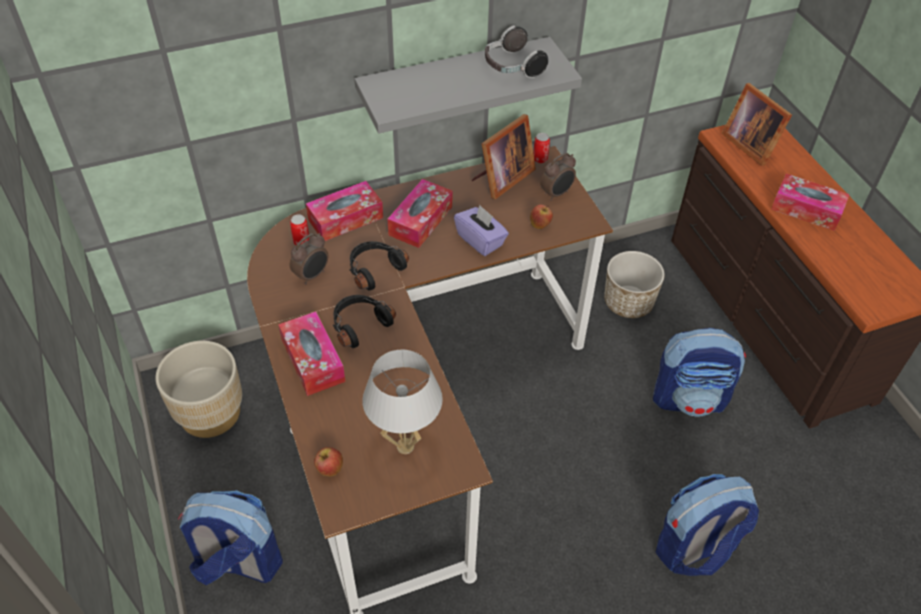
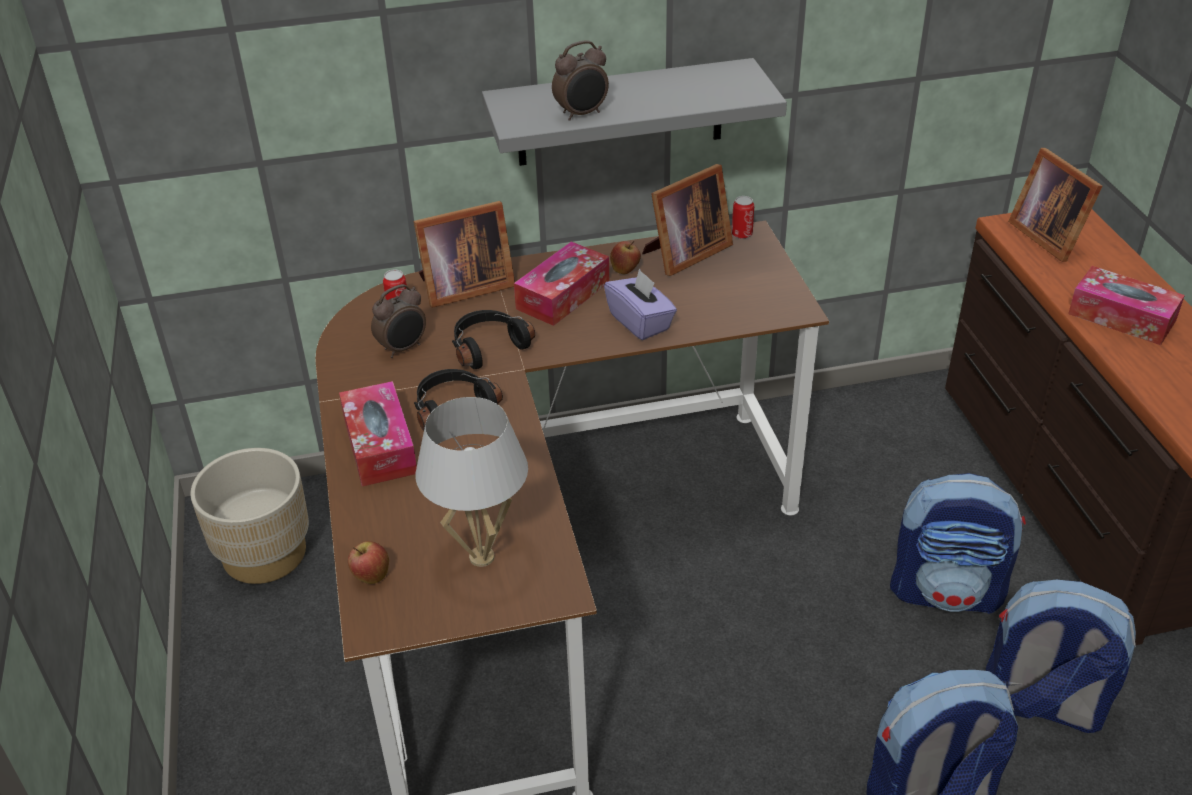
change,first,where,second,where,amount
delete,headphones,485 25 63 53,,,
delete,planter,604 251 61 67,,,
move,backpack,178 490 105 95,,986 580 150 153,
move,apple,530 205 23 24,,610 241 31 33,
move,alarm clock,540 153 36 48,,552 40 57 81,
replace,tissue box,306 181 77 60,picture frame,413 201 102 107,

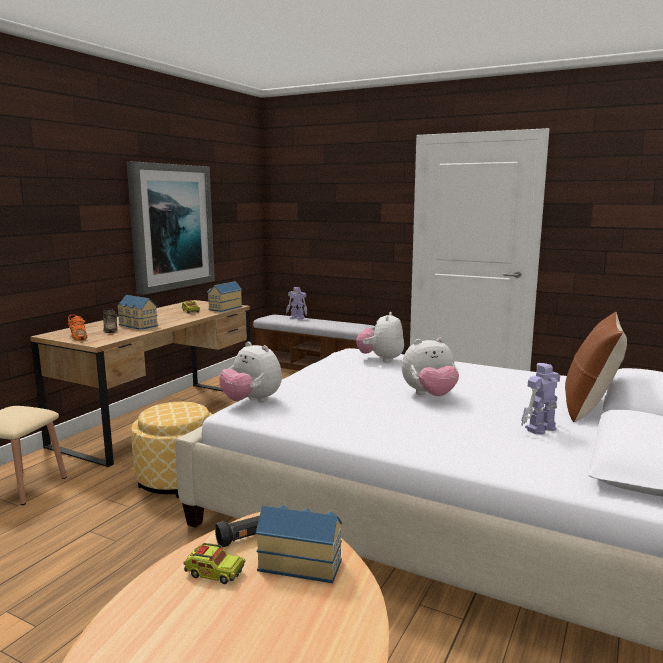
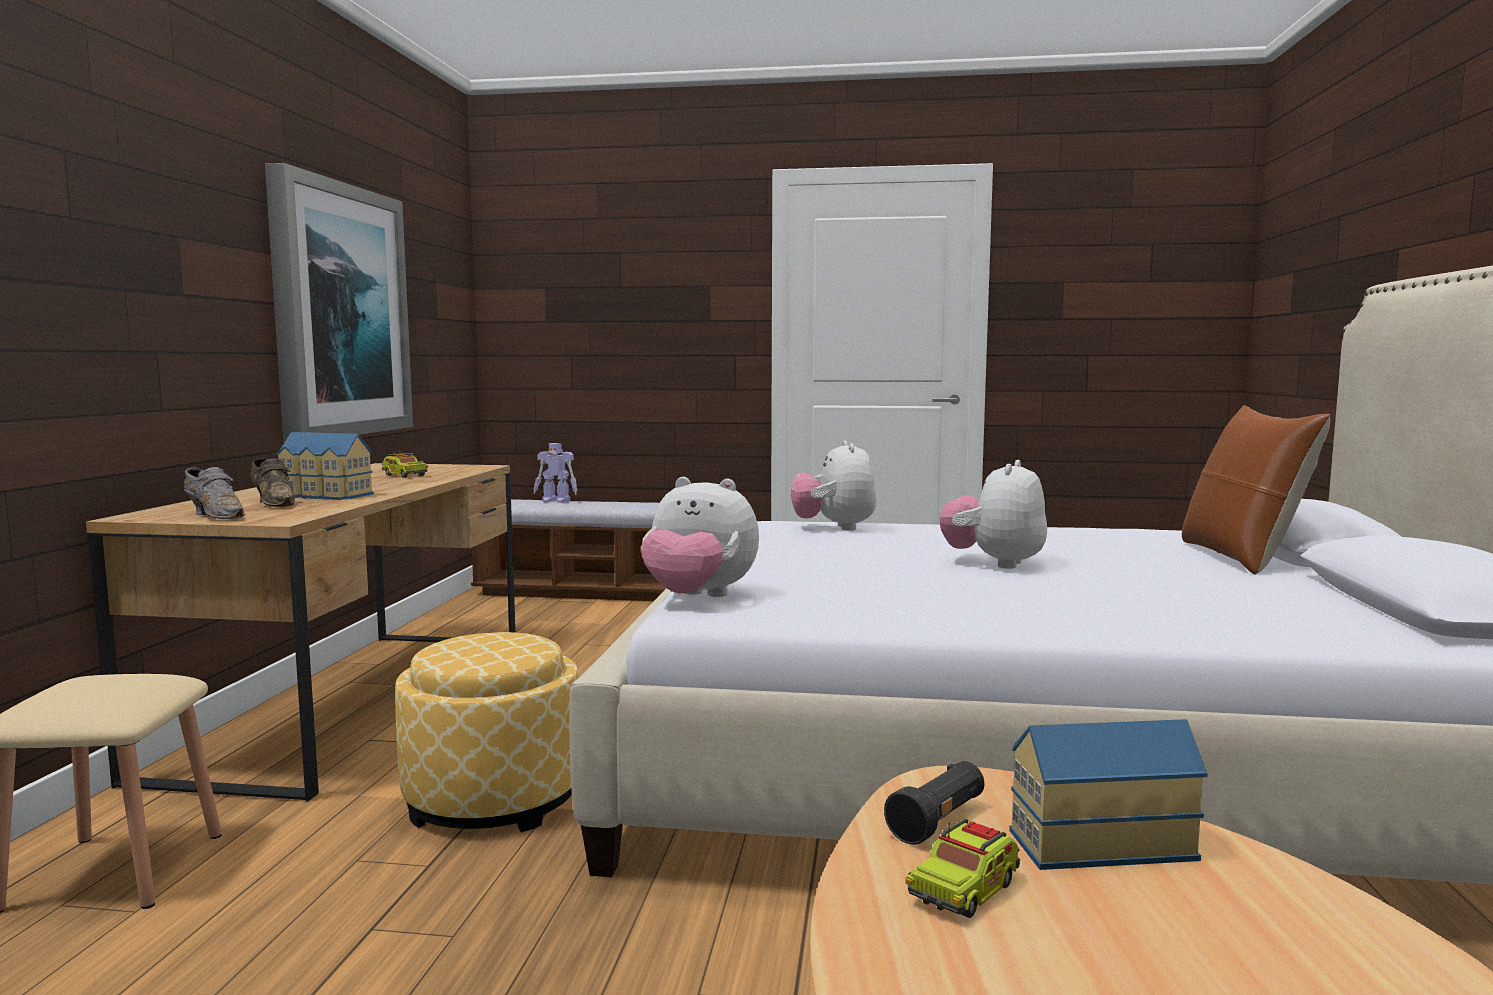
change,first,where,second,where,amount
delete,toy house,207 281 35 31,,,
delete,toy robot,521 363 39 72,,,
recolor,orange shoe,68 314 19 27,grey shoe,184 467 60 52,
rotate,toy truck,183 543 63 41,,905 818 115 100,135 degrees clockwise
rotate,plush toy,402 338 57 58,,940 460 107 109,150 degrees clockwise

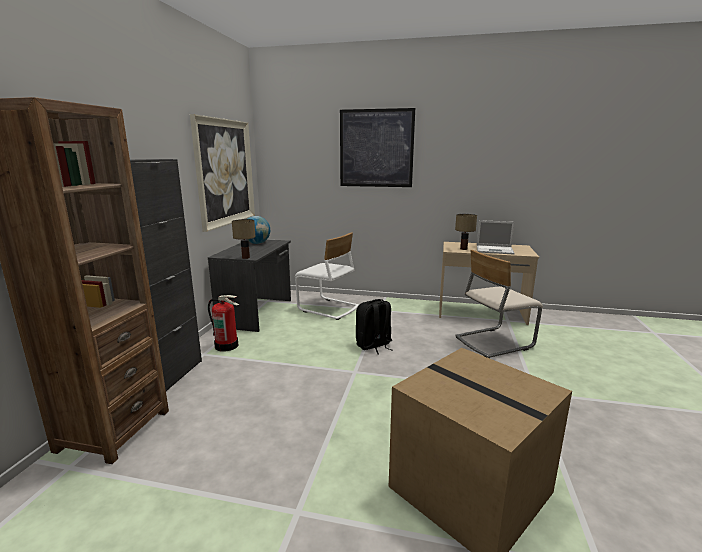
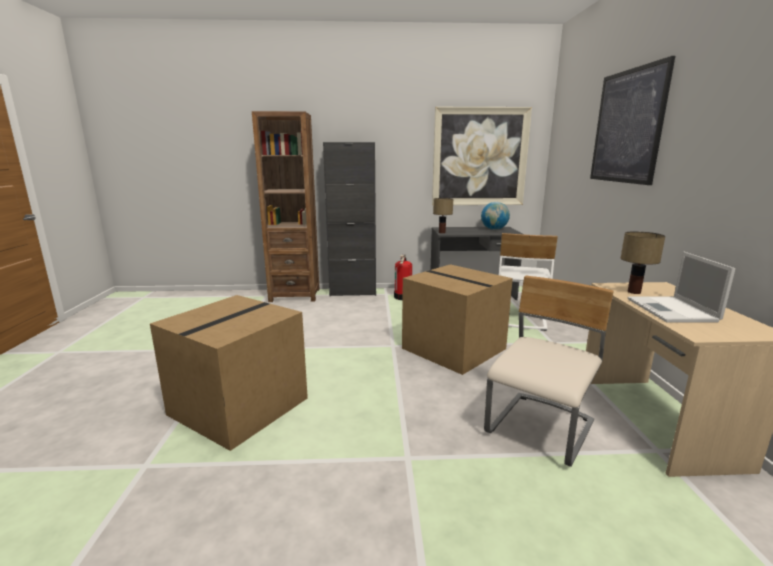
change,first,where,second,where,amount
replace,black backpack,356 299 36 55,cardboard box,402 264 111 111,
rotate,beige chair,455 250 88 108,,484 276 130 191,75 degrees clockwise

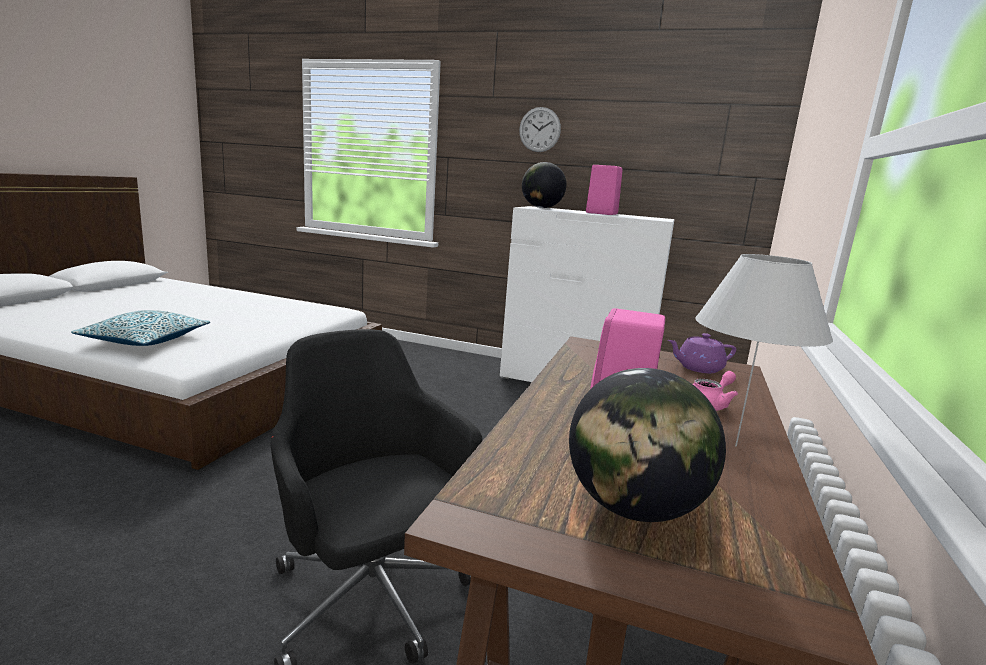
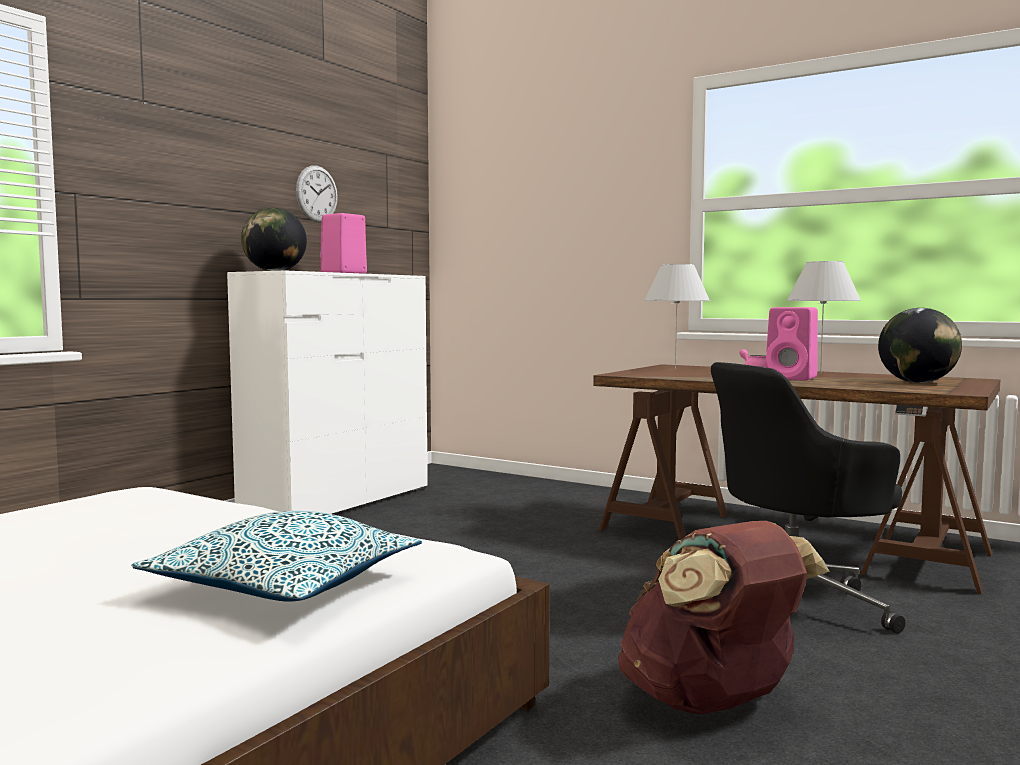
change,first,where,second,where,amount
insert,,,brown backpack,618 521 212 193,
move,wall clock,519 107 42 45,,296 166 42 56,
replace,purple teapot,668 333 68 40,white table lamp,644 264 66 105,

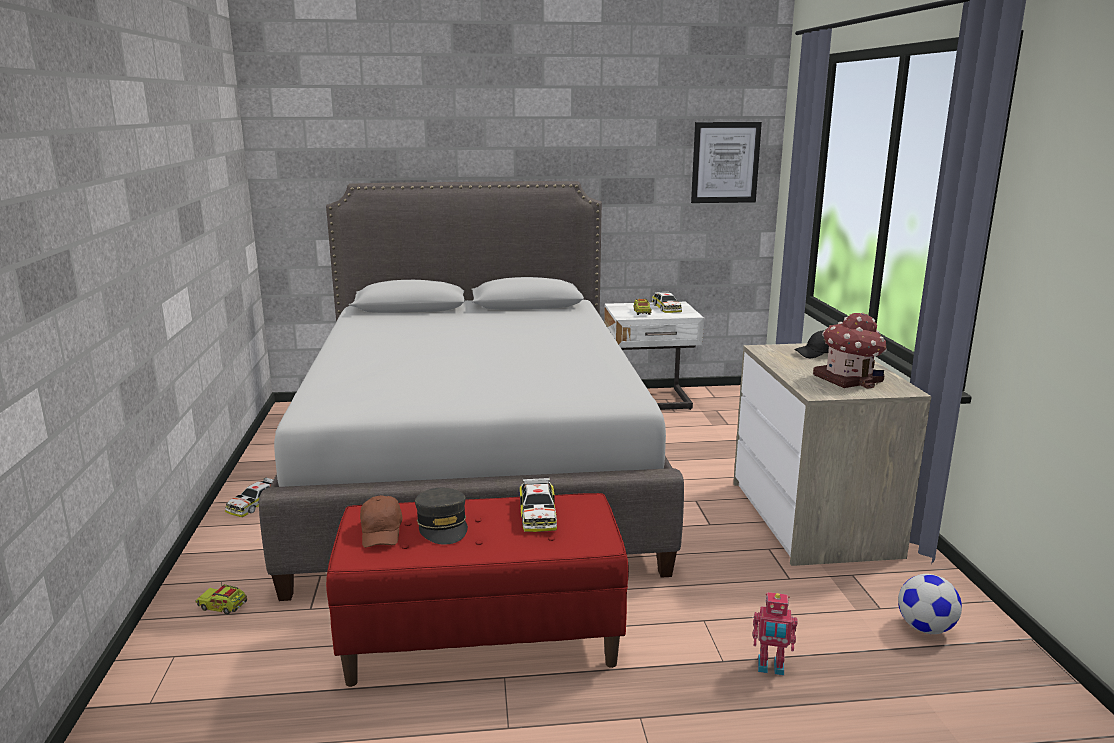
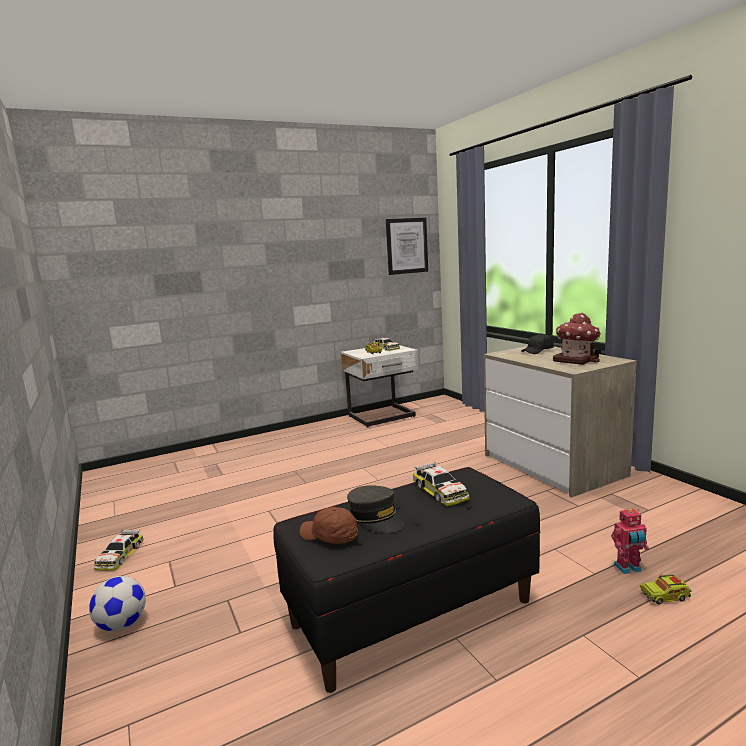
change,first,where,second,where,amount
delete,grey bed,259 181 425 420,,,
move,toy truck,195 583 52 32,,640 575 51 30,
move,football,898 574 64 60,,89 576 57 55,
recolor,red bench,326 493 303 194,black bench,273 467 267 226,
rotate,brown cap,360 495 42 53,,300 507 58 37,150 degrees clockwise

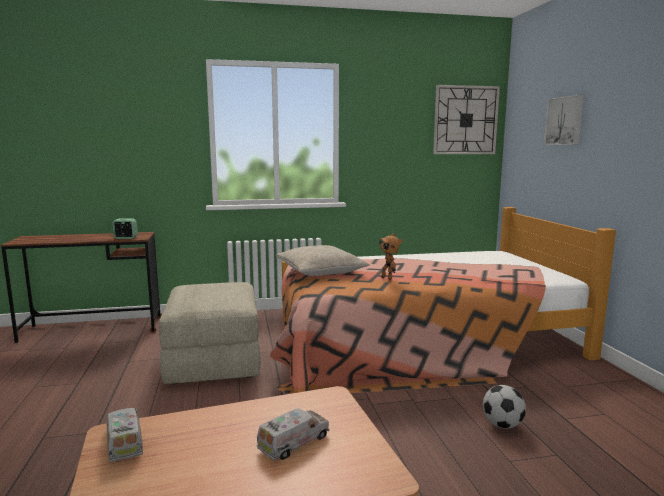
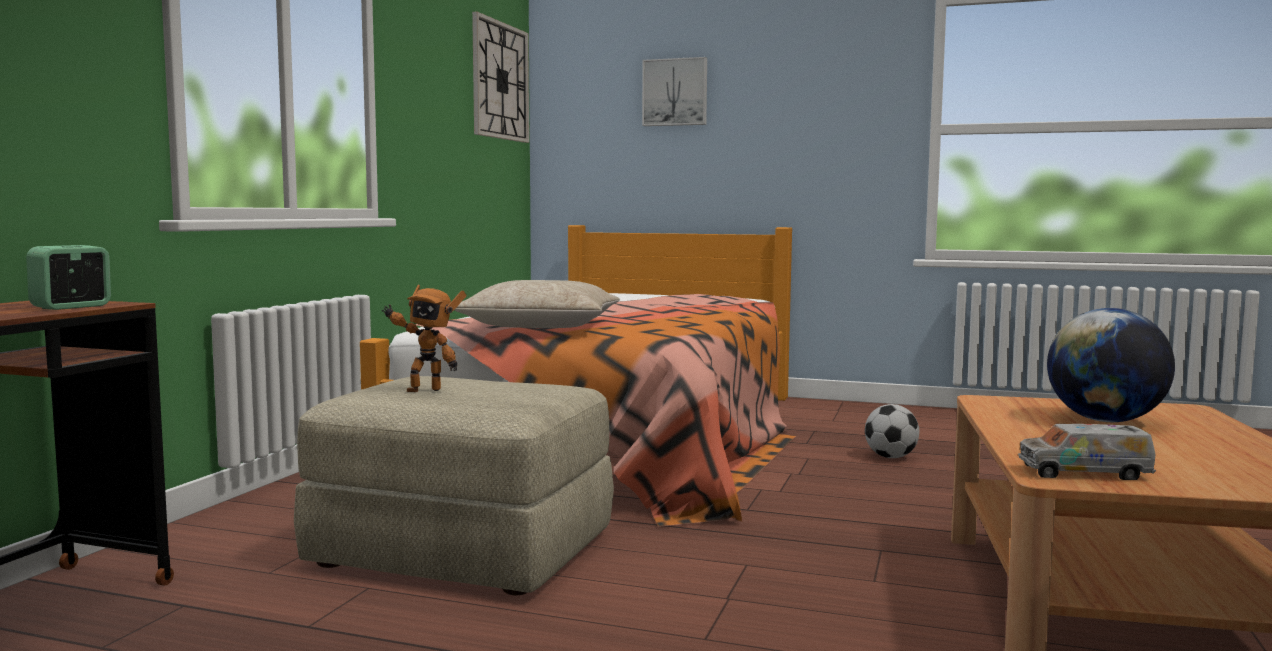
change,first,where,second,where,amount
move,toy robot,379 233 24 47,,382 285 84 107,
replace,toy truck,257 408 73 52,globe,1047 308 128 114,

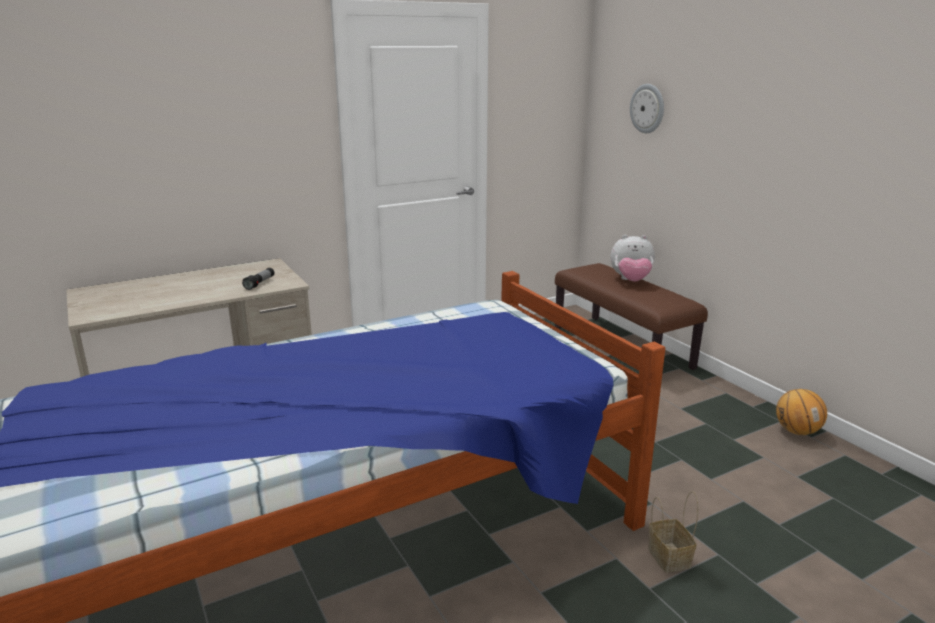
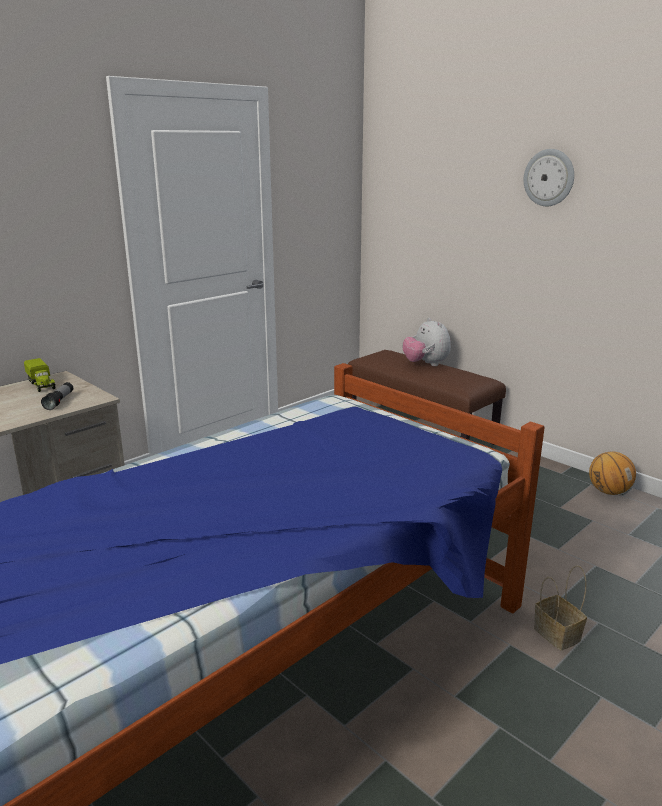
change,first,where,second,where,amount
insert,,,toy truck,24 358 31 34,
move,wall clock,630 84 34 49,,524 149 50 57,
rotate,plush toy,611 235 44 47,,403 318 48 48,75 degrees clockwise

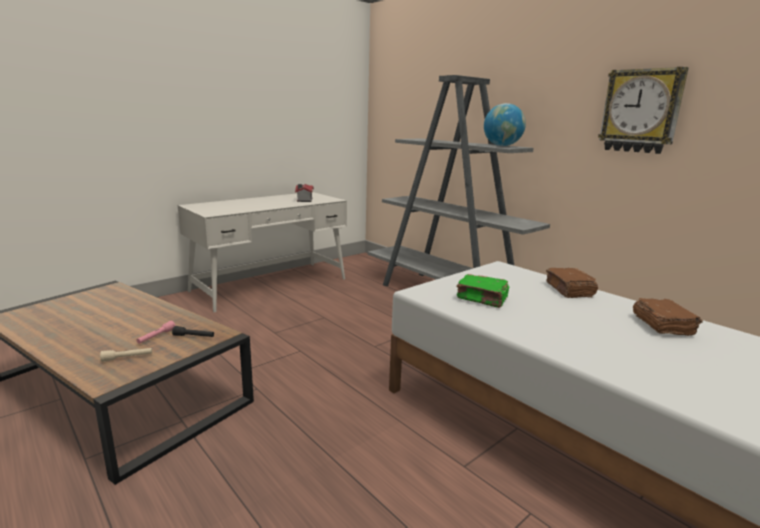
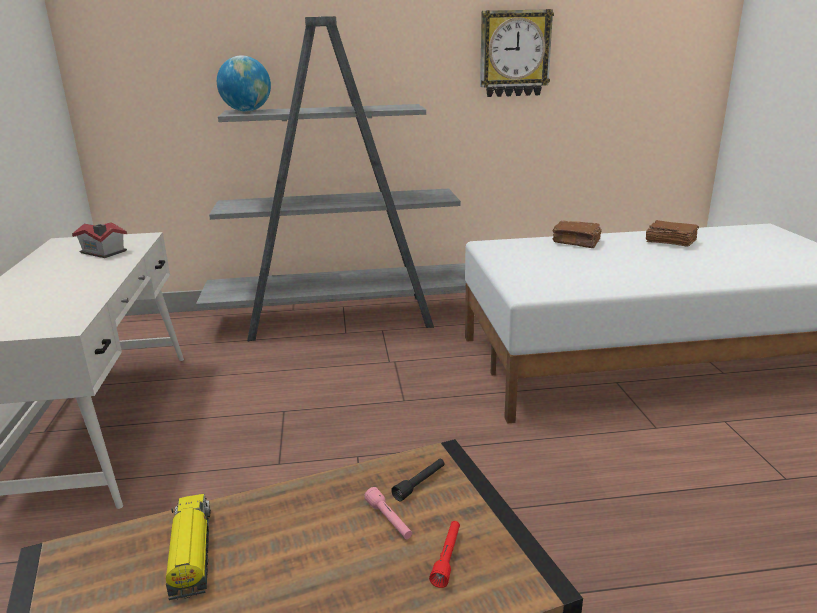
change,first,where,second,where,amount
delete,green book,457 274 53 34,,,
insert,,,toy truck,166 494 45 106,
move,globe,484 103 42 43,,217 55 54 57,
recolor,beige flashlight,100 348 52 14,red flashlight,429 521 31 67,

